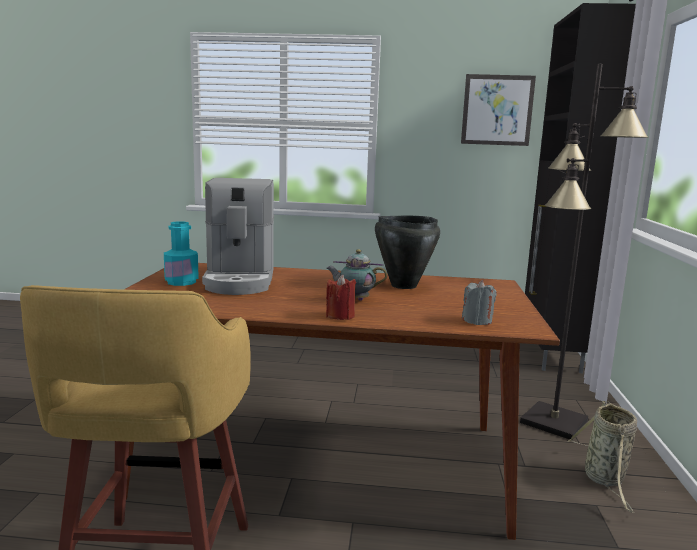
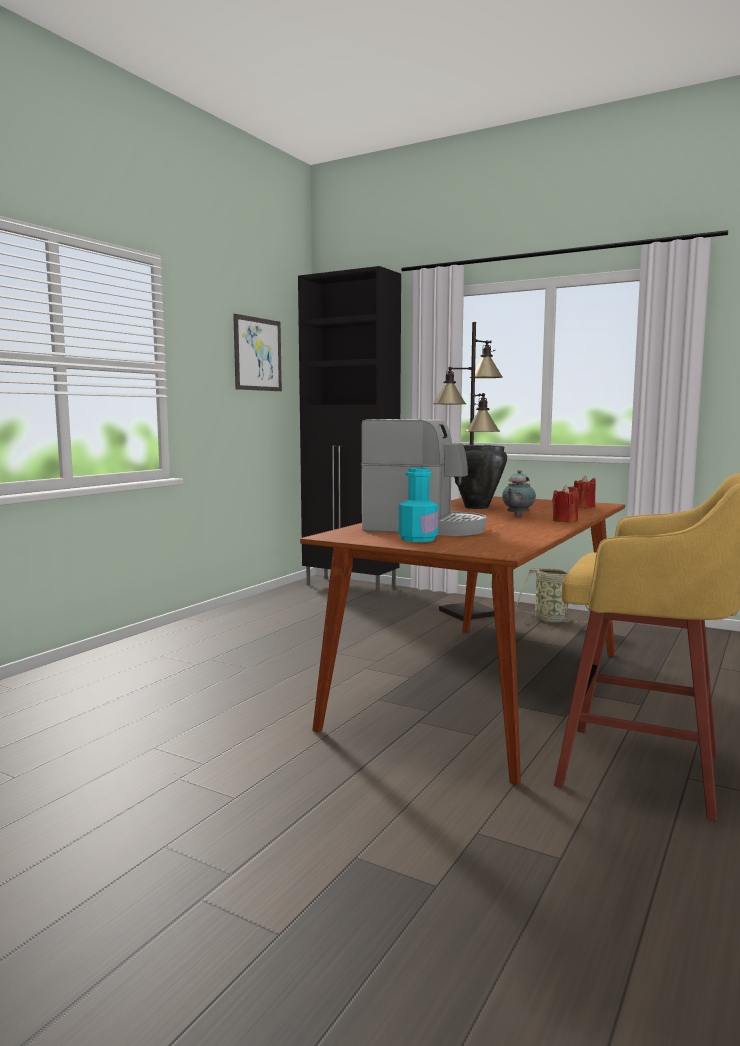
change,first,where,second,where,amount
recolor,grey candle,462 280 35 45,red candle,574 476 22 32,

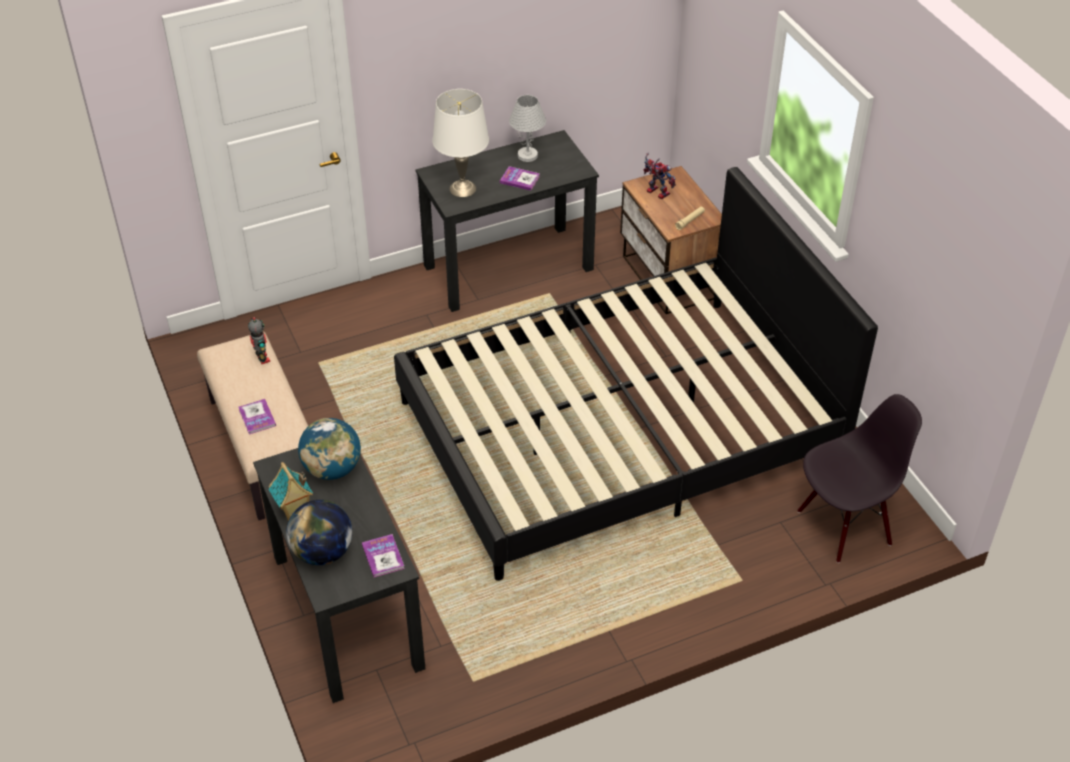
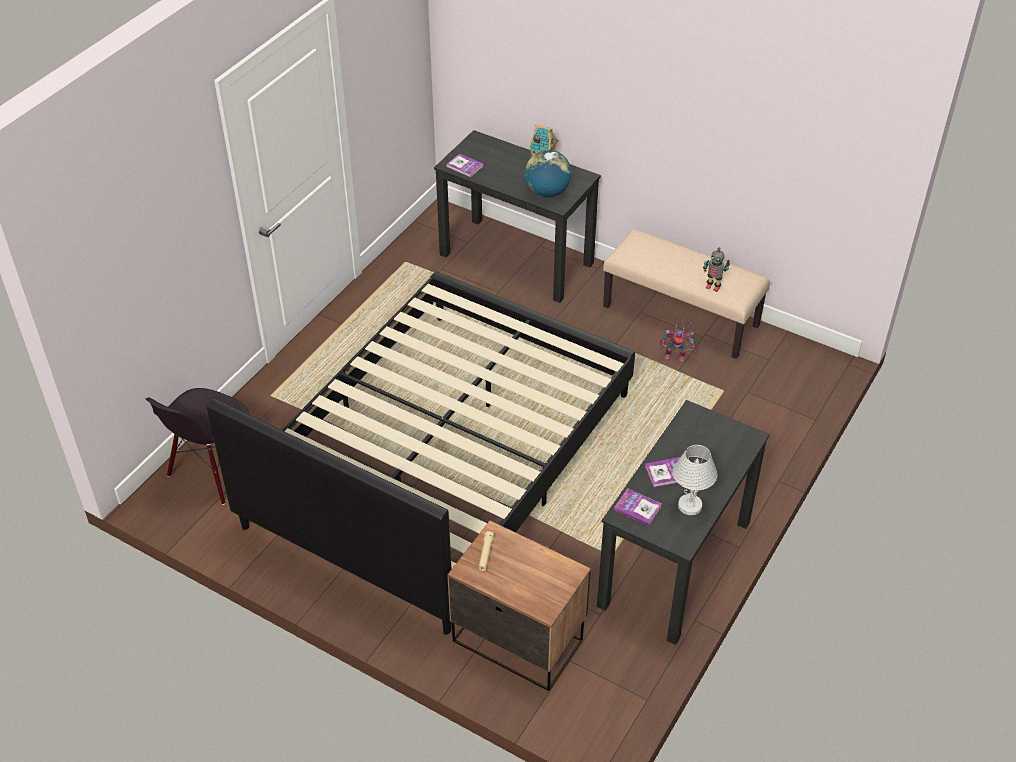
change,first,where,second,where,amount
delete,globe,286 500 66 65,,,
delete,white table lamp,432 89 57 108,,,
move,book,238 399 38 36,,614 488 48 38,
move,toy robot,644 153 32 46,,660 317 36 45,

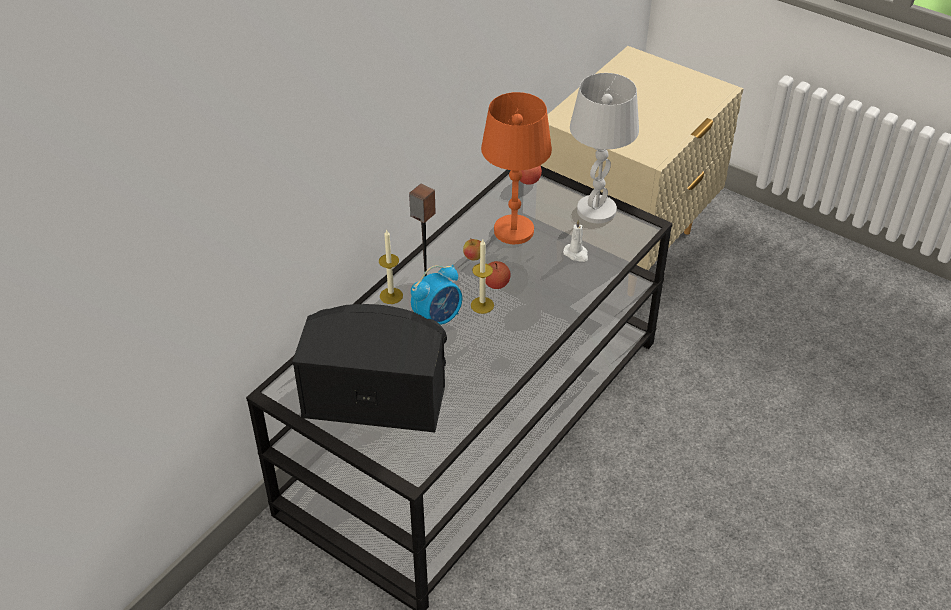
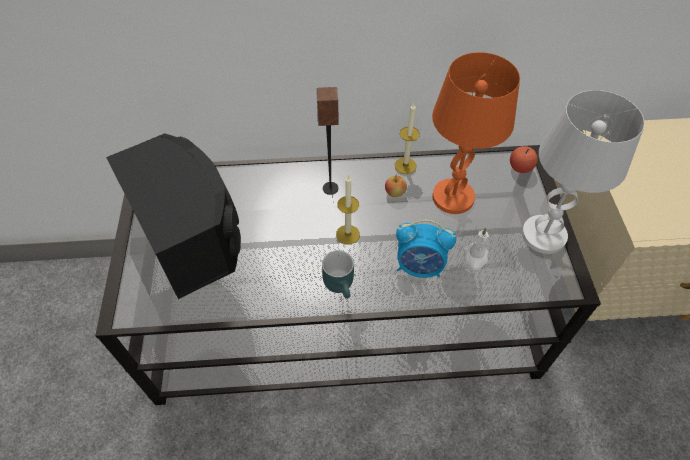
change,first,where,second,where,amount
delete,apple,486 261 25 28,,,
insert,,,turquoise mug,322 250 32 49,
move,candle,379 230 24 74,,395 103 25 71,
move,alarm clock,411 265 51 60,,396 219 60 59,

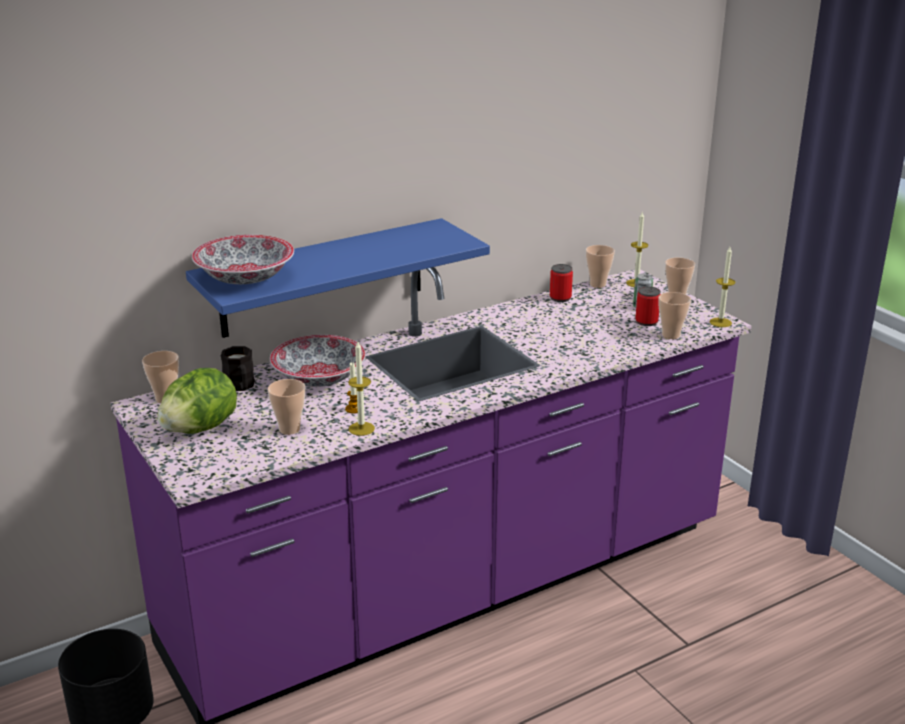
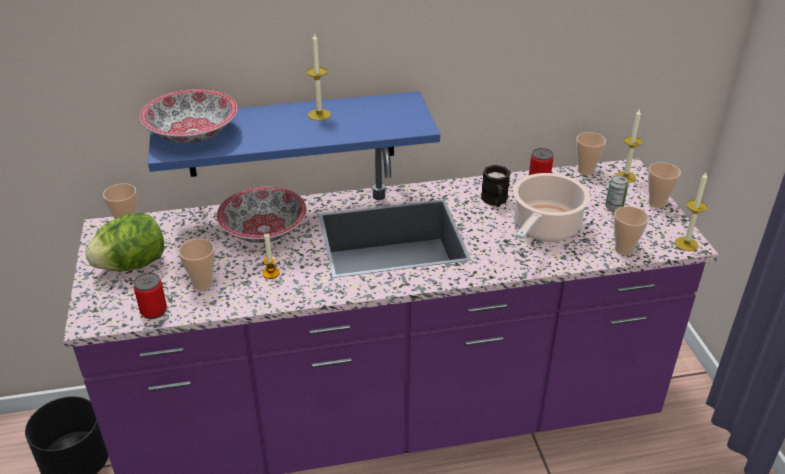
change,first,where,second,where,amount
insert,,,cooking pot,513 173 77 69,
move,black mug,221 346 34 45,,481 165 30 42,
move,candle,348 342 27 94,,307 32 24 89,
move,can,635 286 25 40,,134 273 33 46,

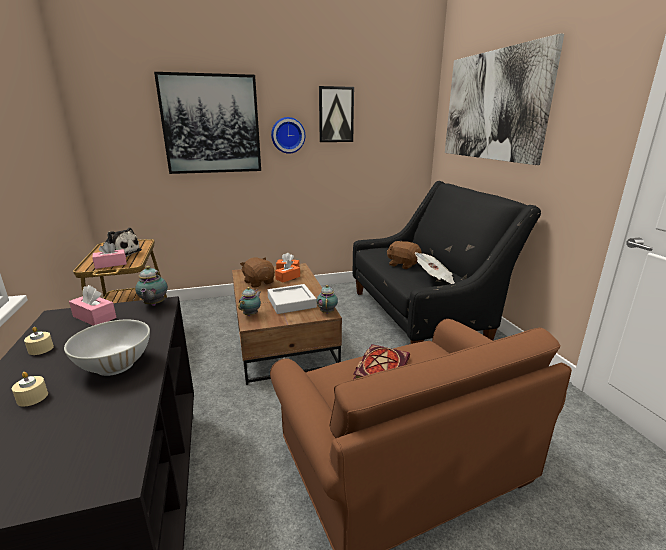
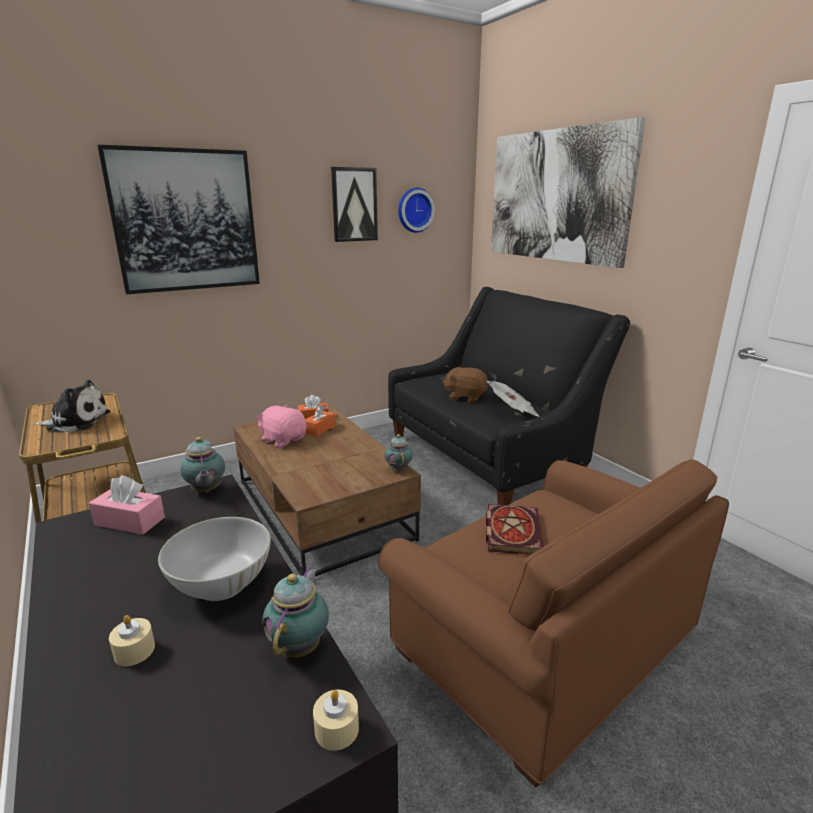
change,first,where,second,where,amount
delete,pink tissue box,92 242 35 27,,,
delete,grey tray,267 284 50 30,,,
move,beige candle,24 327 30 28,,313 689 46 62,
move,teapot,238 287 23 29,,262 567 67 91,
move,wall clock,271 117 34 37,,398 188 37 45,
recolor,brown plush toy,240 257 35 31,pink plush toy,256 405 51 43,

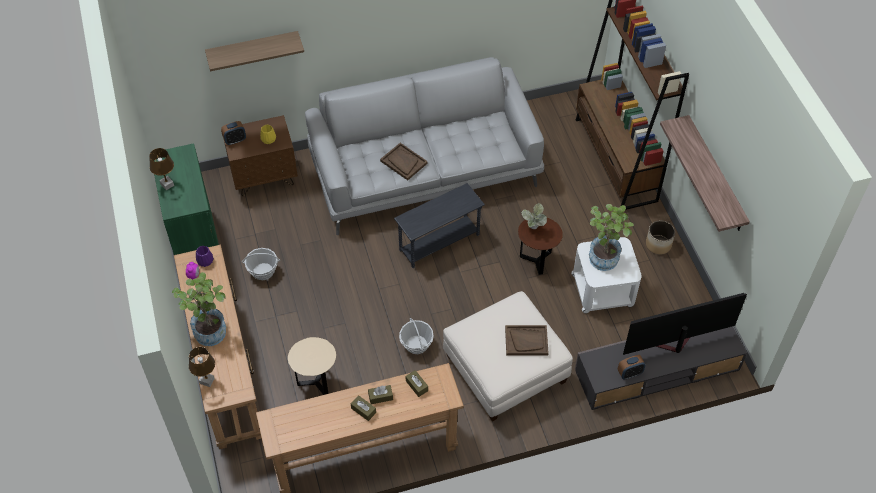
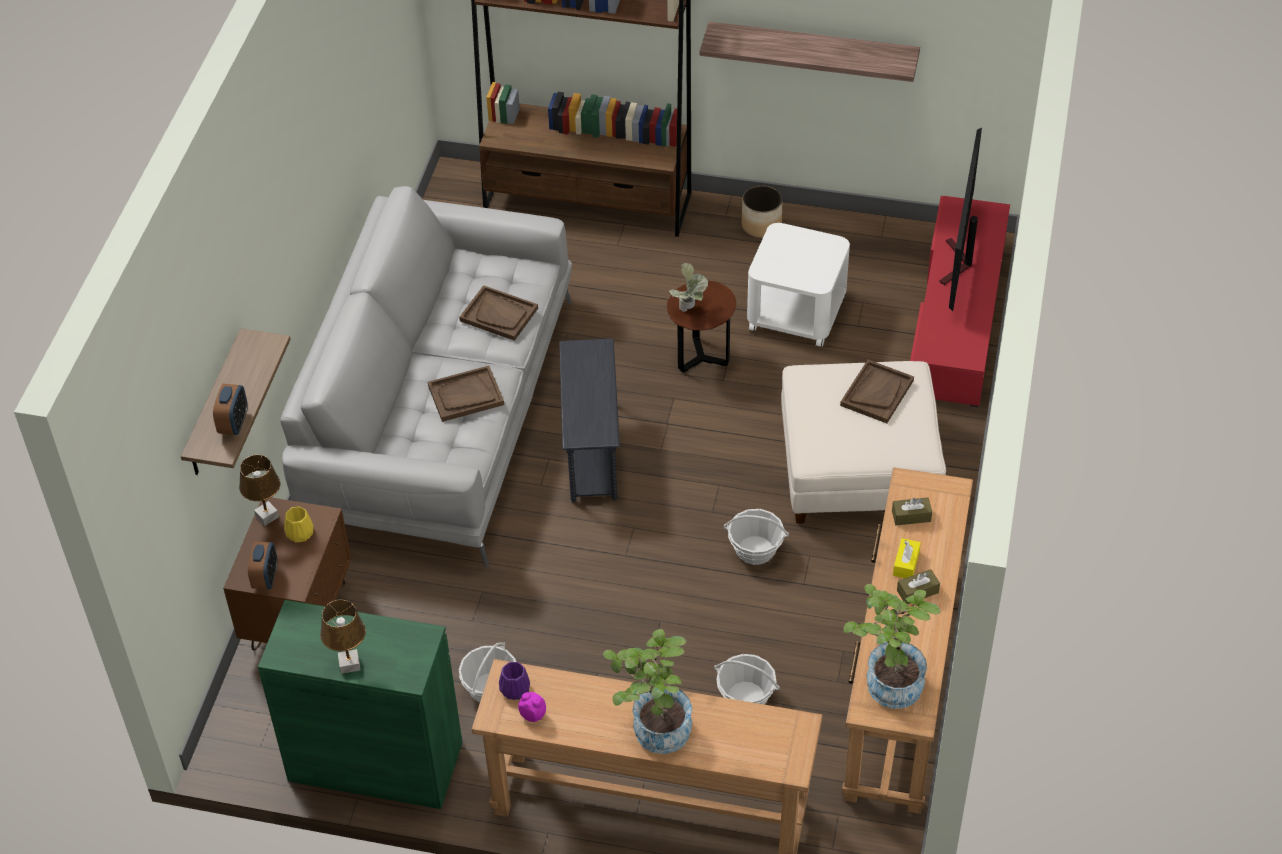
change,first,where,second,where,amount
insert,,,brown tray,459 285 79 56,
move,brown table lamp,189 347 26 40,,239 455 41 71,
move,potted plant,589 204 45 67,,843 584 98 125,
move,alarm clock,618 355 27 25,,213 384 35 51,
replace,beige side table,288 337 48 58,basket,714 654 66 51,
recolor,brown tissue box,368 385 25 19,yellow tissue box,893 538 28 40,
recolor,grey tv stand,575 326 172 84,red tv stand,910 196 100 211,

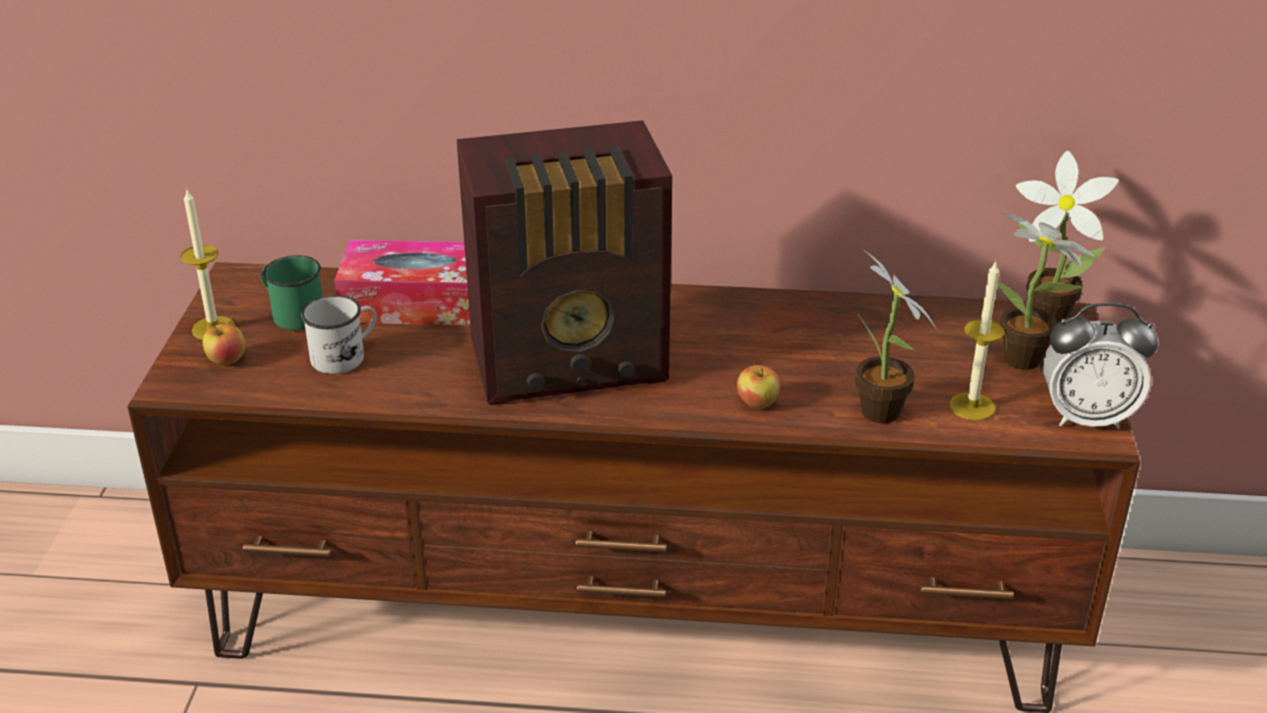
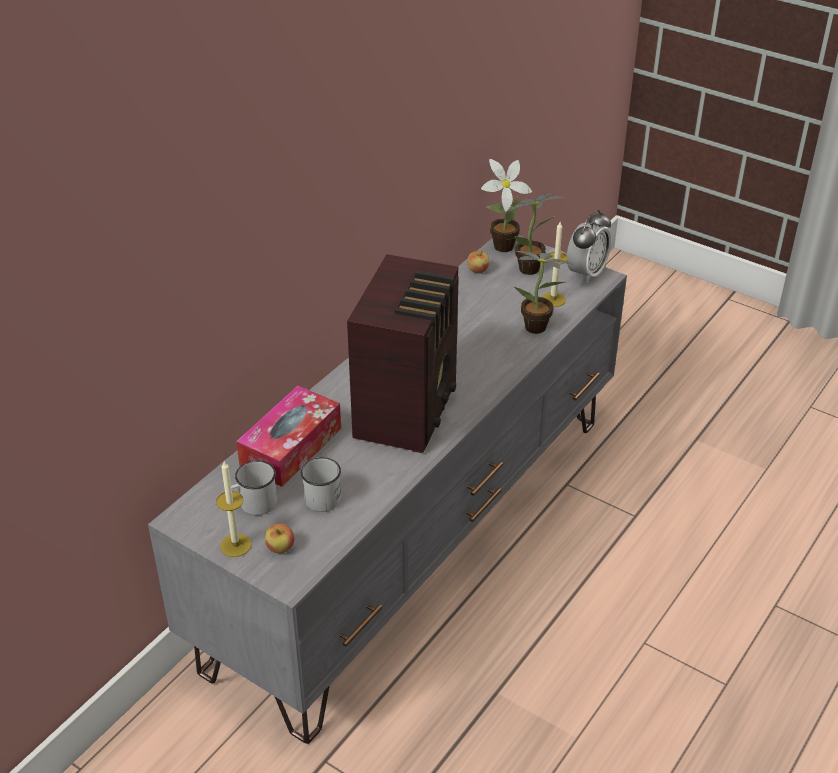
change,first,where,second,where,amount
move,apple,737 365 44 43,,467 250 22 23,
recolor,brown tv stand,127 262 1013 451,grey tv stand,148 235 479 509,
recolor,green mug,260 255 63 75,white mug,231 460 46 55,

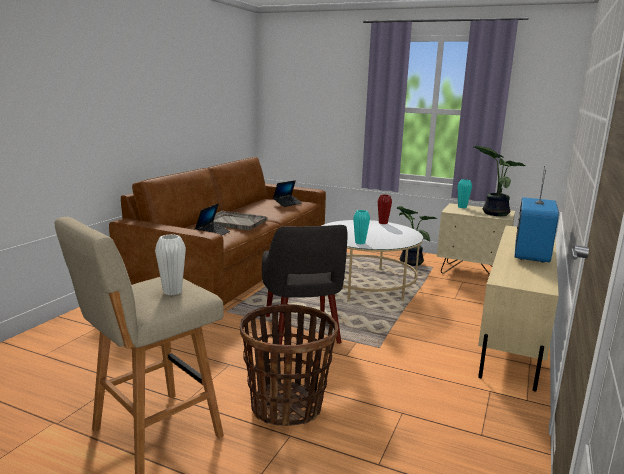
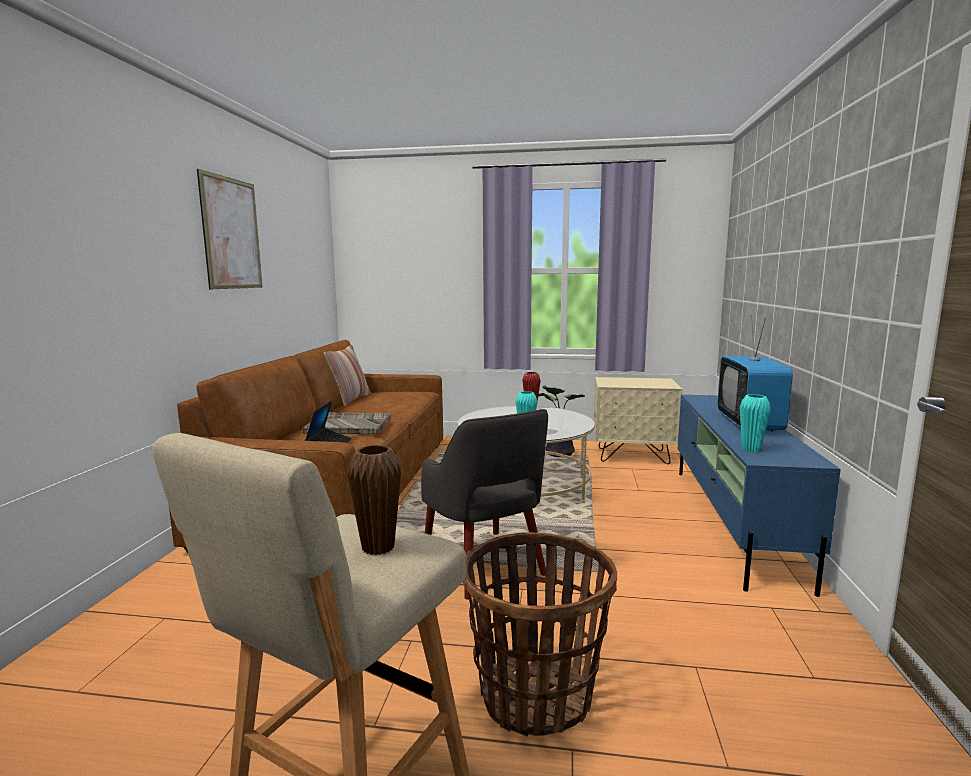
change,first,where,second,where,amount
delete,laptop,273 180 29 27,,,
delete,potted plant,474 146 51 70,,,
insert,,,picture,197 169 66 120,
insert,,,pillow,324 345 47 61,
move,turquoise vase,458 179 14 29,,740 394 31 58,
recolor,white vase,155 234 31 61,brown vase,347 445 54 110,
recolor,beige tv stand,478 225 81 167,blue tv stand,678 395 163 202,

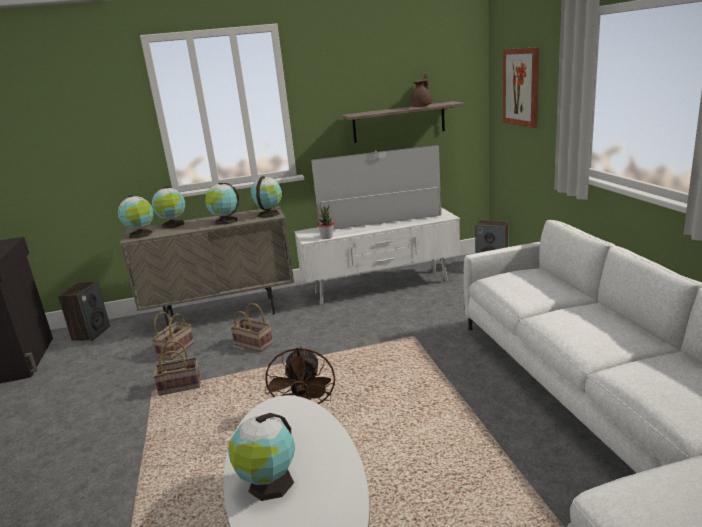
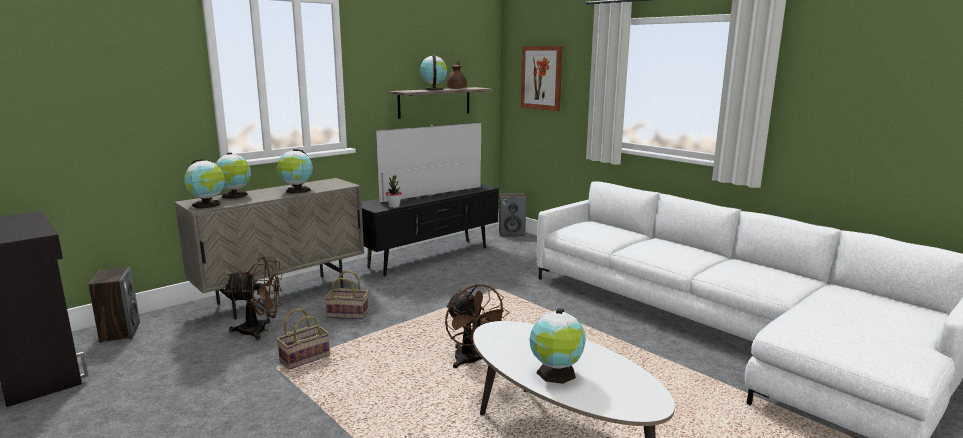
change,first,where,second,where,amount
move,globe,251 176 31 42,,420 55 27 36,
replace,basket,152 312 43 48,brown fan,225 257 58 83,
recolor,white tv stand,294 208 166 97,black tv stand,362 184 137 92,

